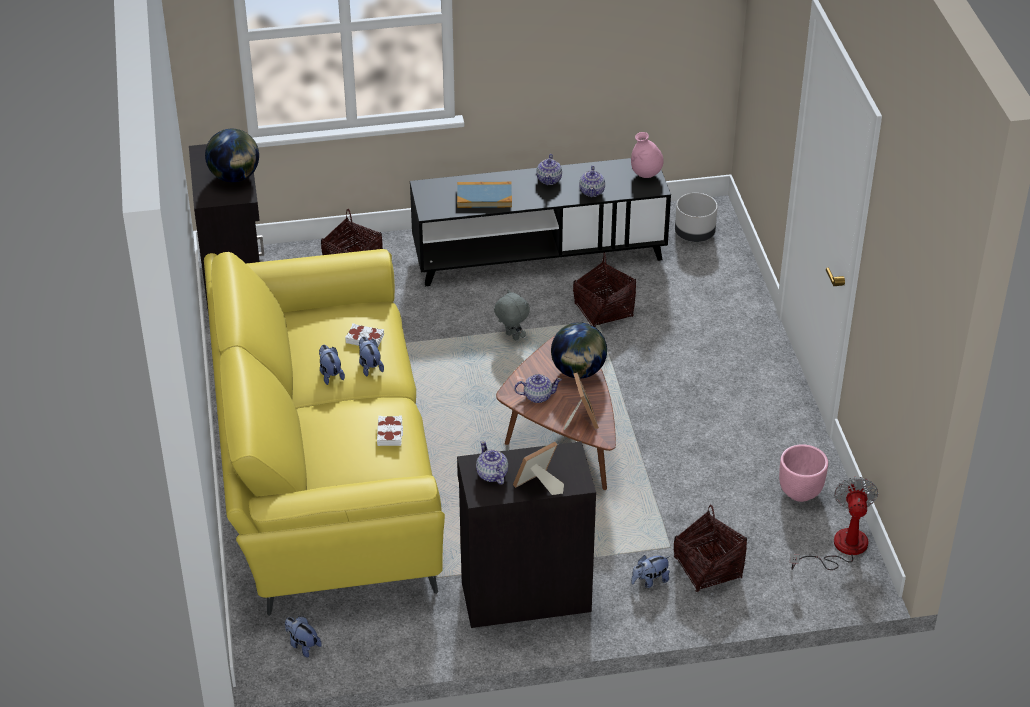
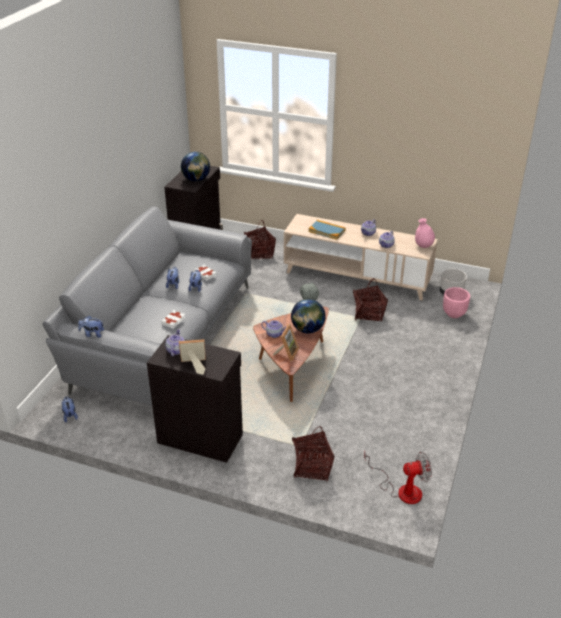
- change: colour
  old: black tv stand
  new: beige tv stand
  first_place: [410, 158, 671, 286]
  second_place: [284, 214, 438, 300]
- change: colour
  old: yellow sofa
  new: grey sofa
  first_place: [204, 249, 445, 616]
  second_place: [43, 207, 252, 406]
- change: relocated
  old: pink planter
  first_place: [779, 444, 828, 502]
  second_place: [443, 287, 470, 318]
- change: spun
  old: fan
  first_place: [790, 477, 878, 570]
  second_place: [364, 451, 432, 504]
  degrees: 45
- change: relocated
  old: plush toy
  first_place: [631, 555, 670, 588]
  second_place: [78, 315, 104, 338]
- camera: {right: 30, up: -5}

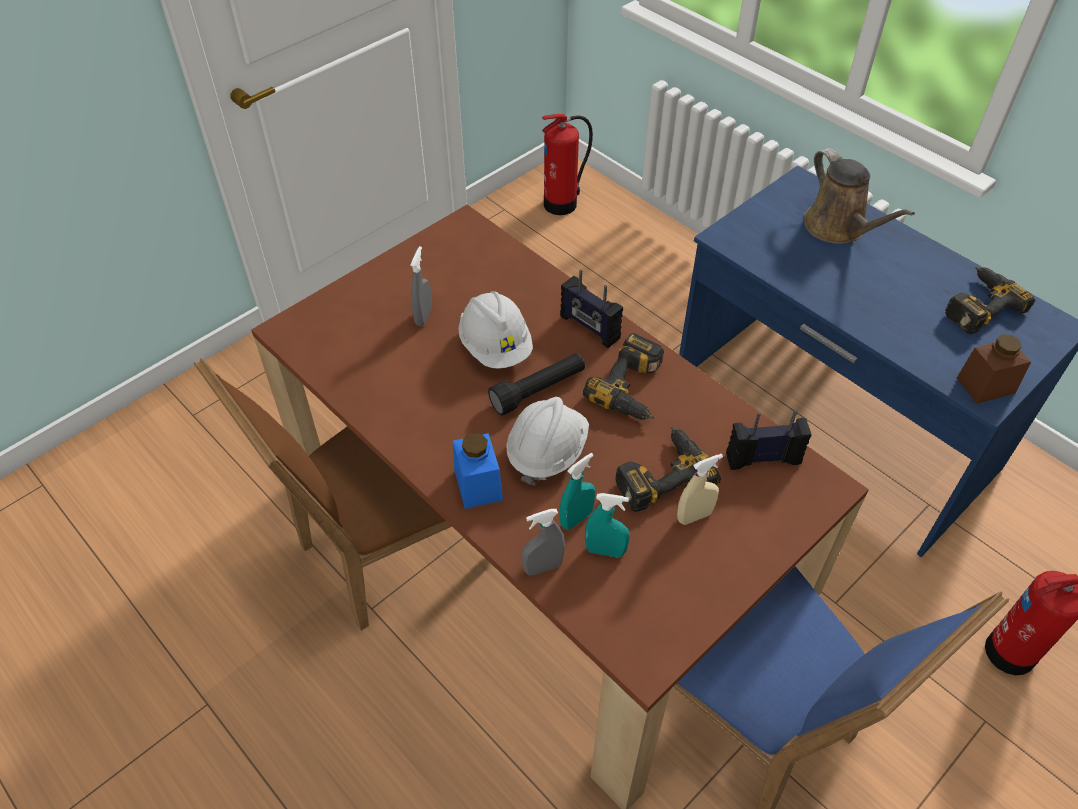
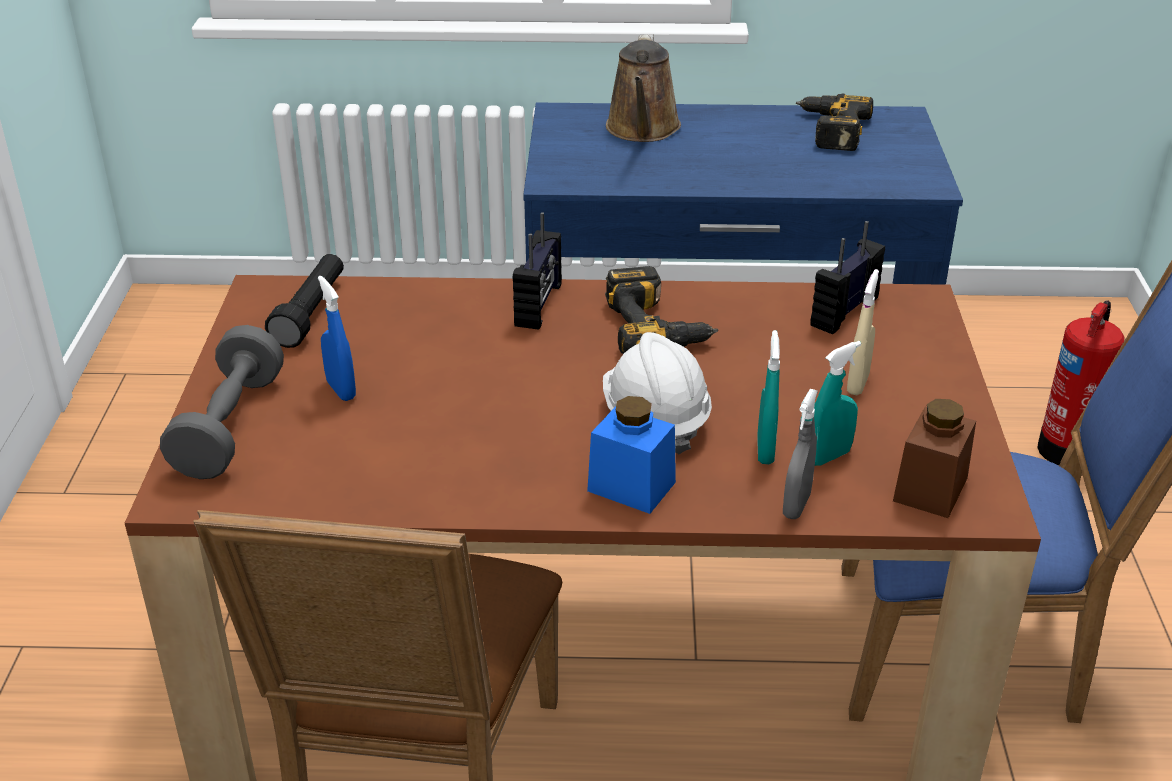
- change: missing
  old: fire extinguisher
  first_place: [542, 114, 593, 215]
- change: spun
  old: brown watering can
  first_place: [804, 148, 915, 244]
  second_place: [606, 34, 681, 142]
  degrees: 75
- change: colour
  old: grey spray bottle
  new: blue spray bottle
  first_place: [410, 246, 432, 326]
  second_place: [318, 276, 356, 401]
- change: spun
  old: radio
  first_place: [560, 269, 623, 348]
  second_place: [513, 212, 562, 330]
  degrees: -75
- change: missing
  old: white hard hat
  first_place: [458, 291, 533, 369]
- change: relocated
  old: brown jar
  first_place: [957, 334, 1031, 404]
  second_place: [893, 399, 976, 518]
- change: relocated
  old: black flashlight
  first_place: [488, 353, 585, 416]
  second_place: [265, 254, 344, 348]
- change: missing
  old: power drill
  first_place: [615, 427, 721, 512]
- change: appeared
  new: grey dumbbell
  second_place: [160, 325, 284, 479]
- camera: {right: -45, up: -15}

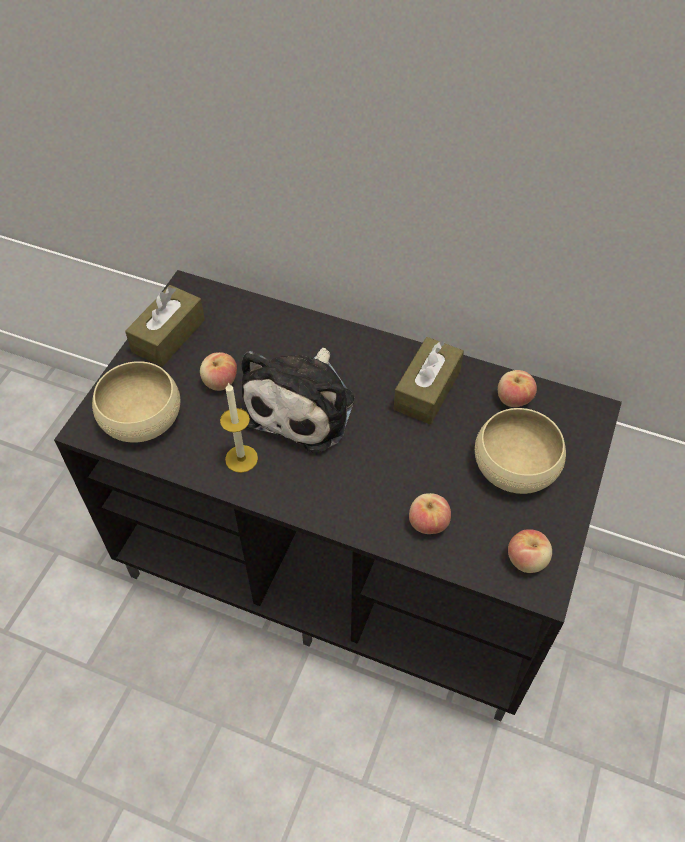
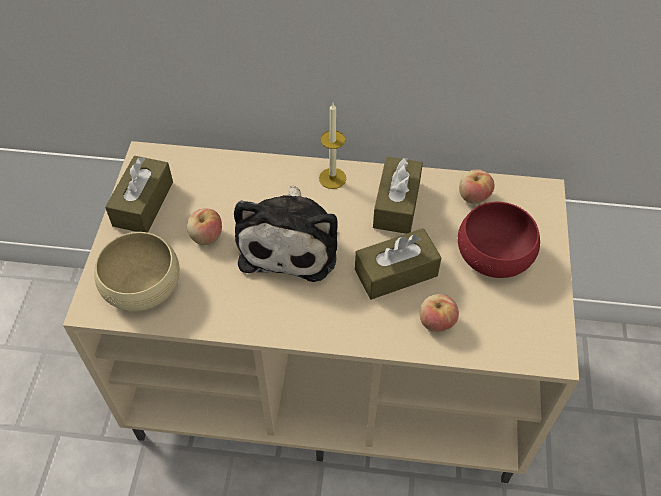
- change: colour
  old: black tv stand
  new: beige tv stand
  first_place: [54, 270, 622, 721]
  second_place: [63, 141, 579, 483]
- change: relocated
  old: candle
  first_place: [220, 382, 258, 473]
  second_place: [319, 103, 346, 189]
- change: colour
  old: beige bowl
  new: red bowl
  first_place: [475, 408, 566, 494]
  second_place: [458, 202, 540, 278]
- change: missing
  old: apple
  first_place: [508, 529, 552, 573]
- change: appeared
  new: brown tissue box
  second_place: [355, 228, 441, 300]
- camera: {right: -15, up: 0}

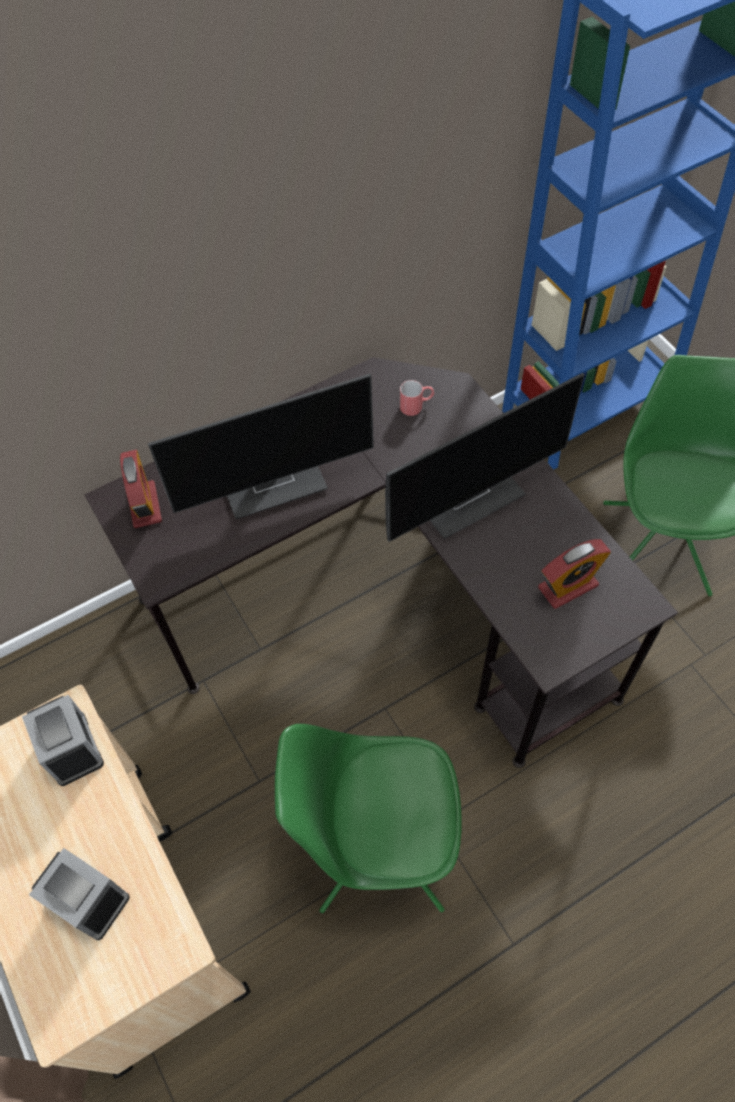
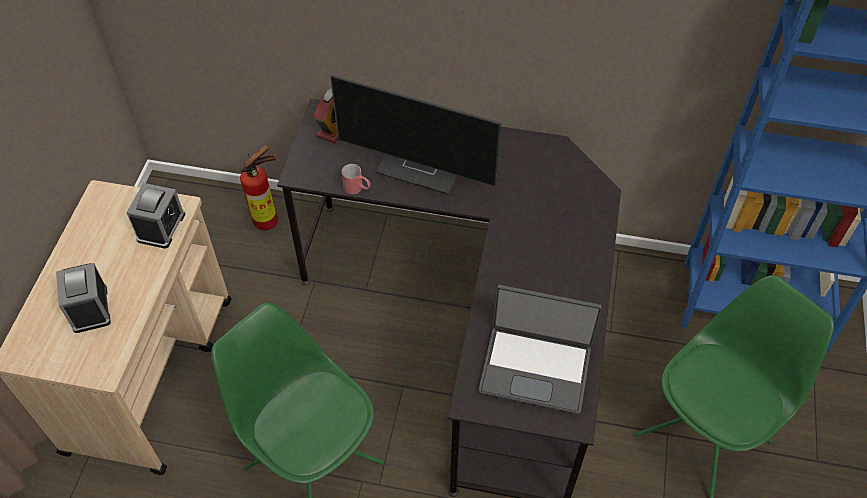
- change: missing
  old: monitor
  first_place: [385, 373, 585, 542]
- change: relocated
  old: red mug
  first_place: [400, 380, 434, 416]
  second_place: [342, 164, 371, 194]
- change: exchanged
  old: alarm clock
  new: laptop
  first_place: [538, 539, 611, 609]
  second_place: [478, 285, 602, 414]
- change: appeared
  new: fire extinguisher
  second_place: [240, 145, 278, 230]
- camera: {right: 40, up: -5}

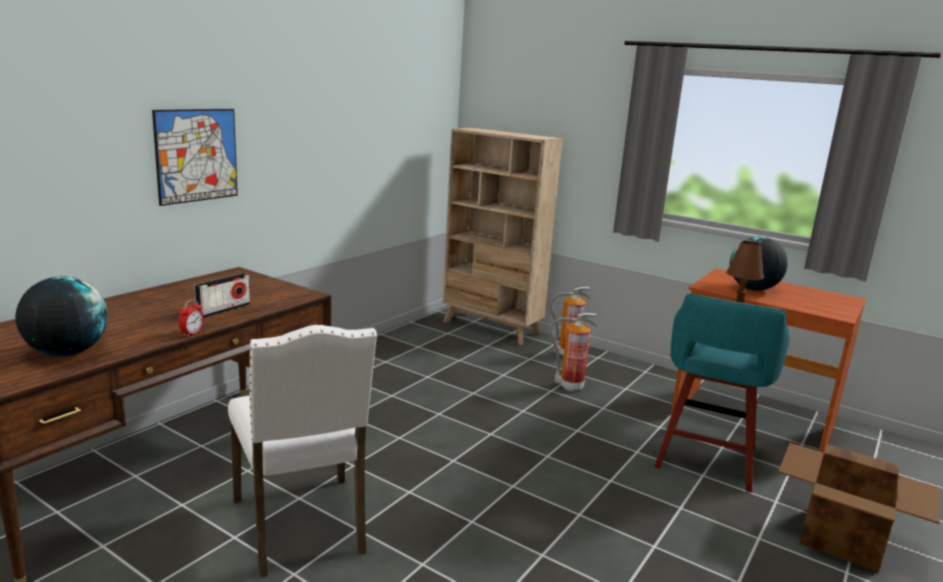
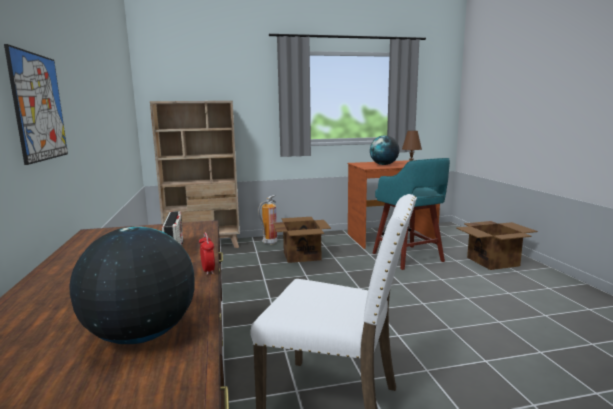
- change: exchanged
  old: fire extinguisher
  new: cardboard box
  first_place: [549, 313, 597, 391]
  second_place: [273, 217, 331, 263]
- camera: {right: -45, up: -5}

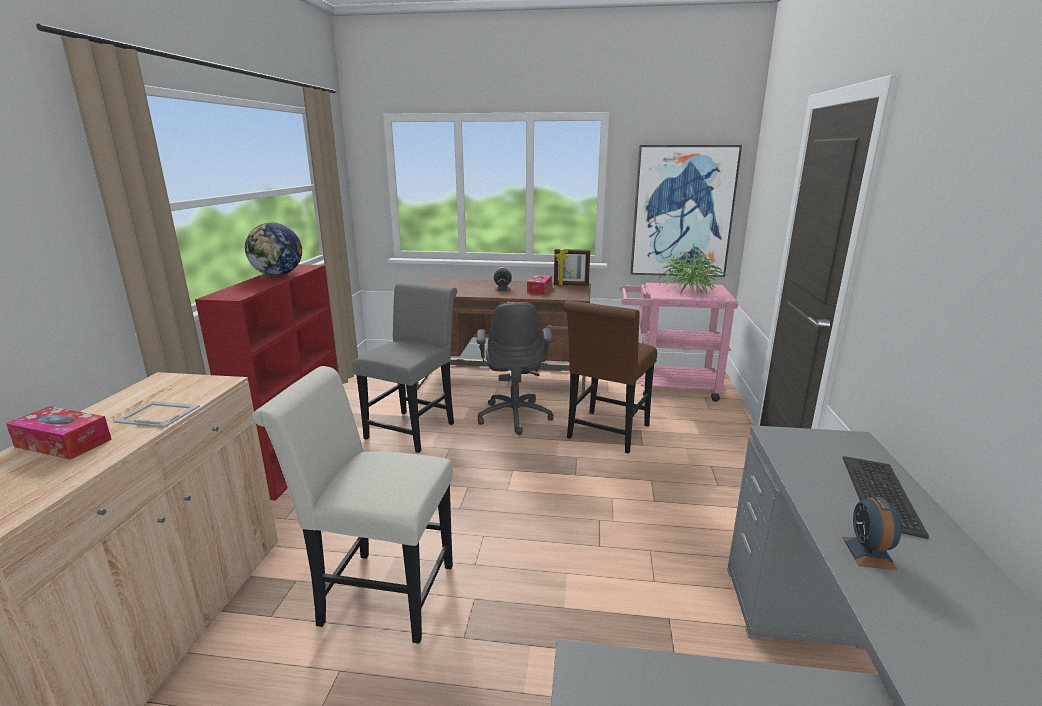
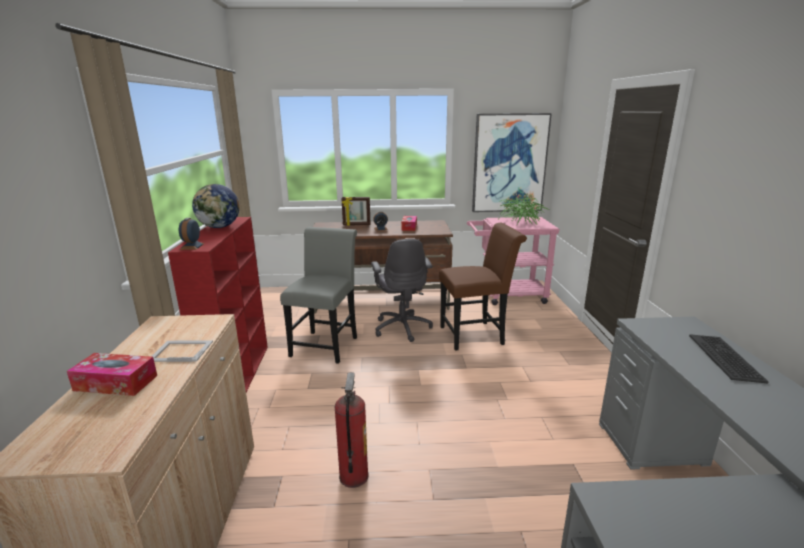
- change: relocated
  old: picture frame
  first_place: [554, 249, 590, 286]
  second_place: [341, 197, 371, 226]
- change: spun
  old: brown chair
  first_place: [563, 301, 657, 454]
  second_place: [439, 223, 527, 351]
  degrees: -120
- change: exchanged
  old: white chair
  new: fire extinguisher
  first_place: [252, 366, 453, 644]
  second_place: [334, 372, 369, 488]
- change: relocated
  old: alarm clock
  first_place: [842, 497, 901, 570]
  second_place: [179, 218, 205, 250]
- camera: {right: -10, up: 0}

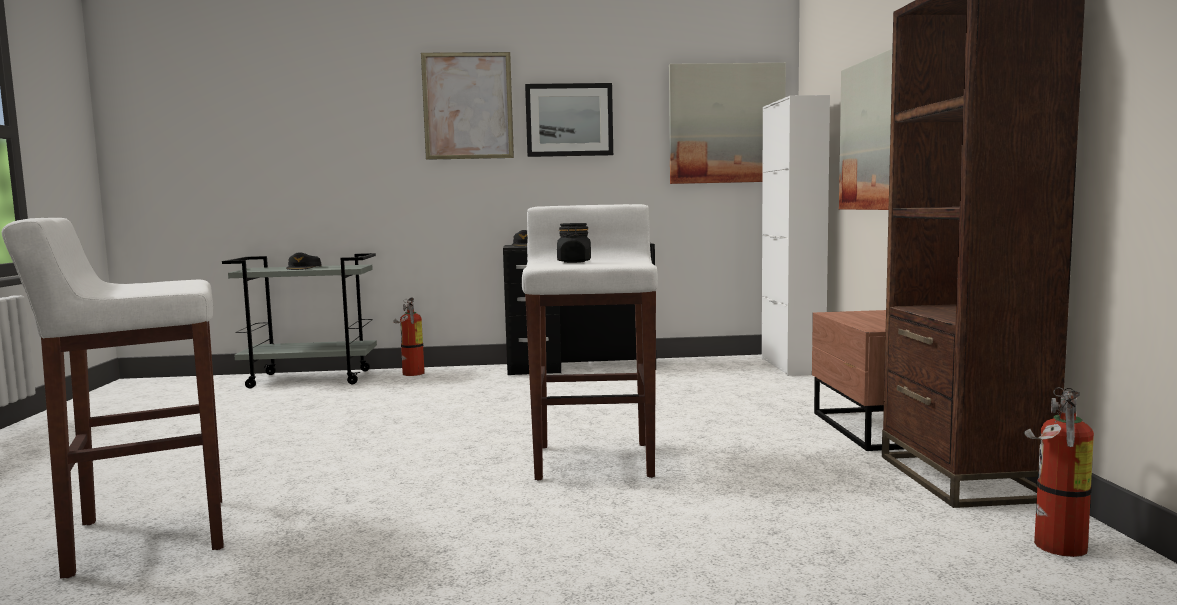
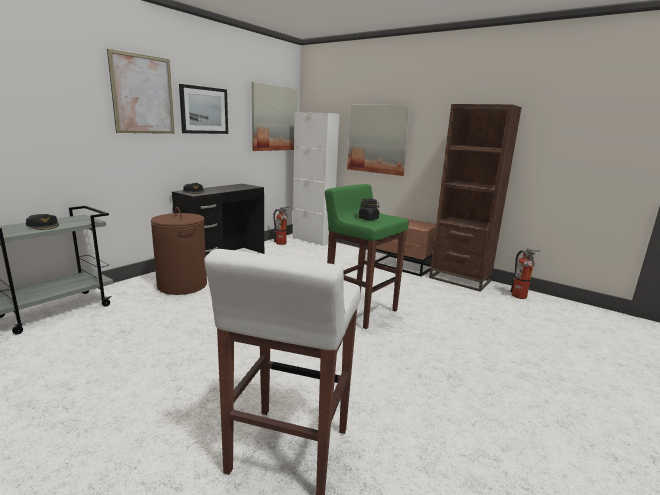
- change: colour
  old: white stool
  new: green stool
  first_place: [522, 204, 658, 480]
  second_place: [325, 184, 409, 329]
- change: relocated
  old: fire extinguisher
  first_place: [393, 297, 425, 376]
  second_place: [273, 207, 289, 245]
- change: appeared
  new: brown laundry basket
  second_place: [151, 207, 207, 295]
- camera: {right: -50, up: 10}

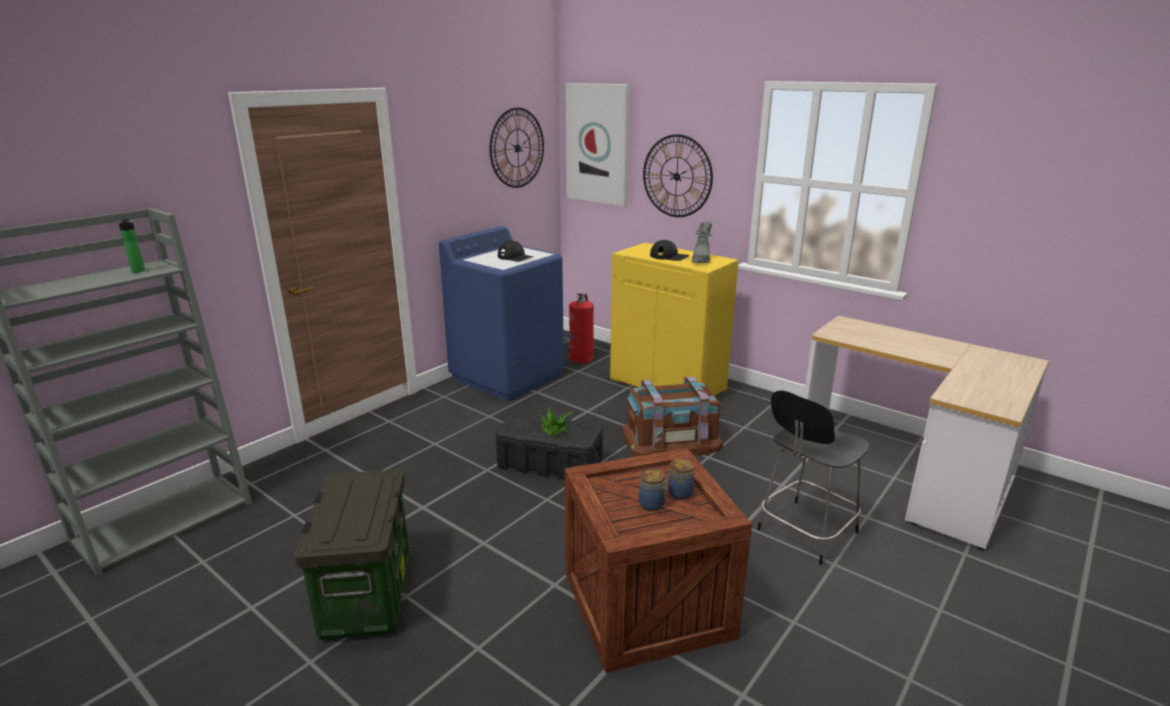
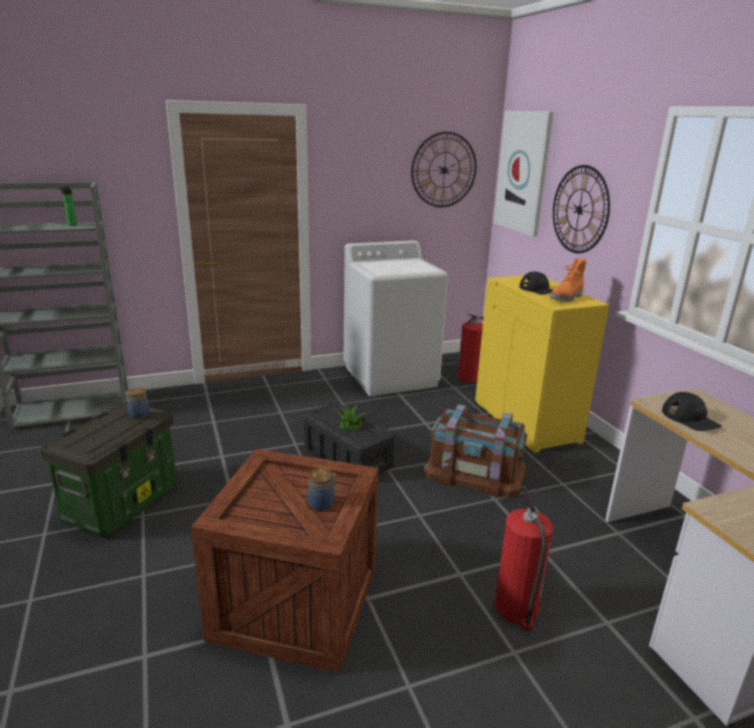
- change: colour
  old: grey boot
  new: orange boot
  first_place: [692, 222, 712, 263]
  second_place: [550, 258, 587, 301]
- change: colour
  old: blue washing machine
  new: white washing machine
  first_place: [439, 226, 564, 401]
  second_place: [343, 240, 448, 396]
- change: relocated
  old: black cap
  first_place: [498, 241, 534, 262]
  second_place: [662, 392, 722, 431]
- change: exchanged
  old: black chair
  new: fire extinguisher
  first_place: [757, 390, 870, 565]
  second_place: [494, 486, 553, 630]
- change: relocated
  old: jar
  first_place: [639, 469, 668, 511]
  second_place: [127, 388, 149, 418]
- camera: {right: 30, up: 0}

